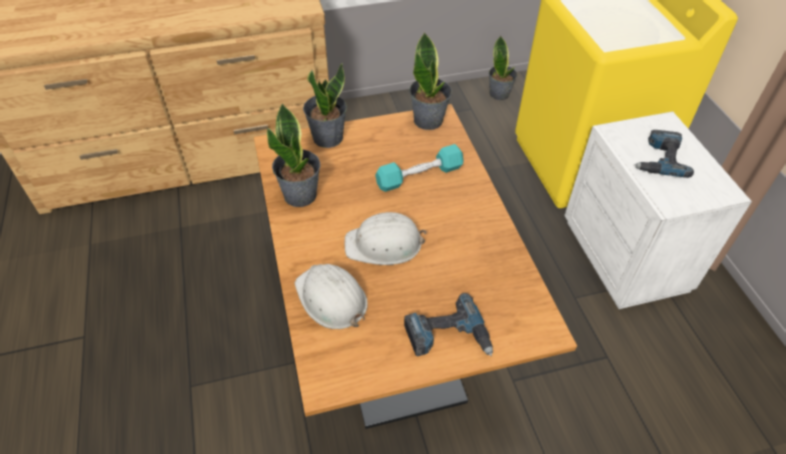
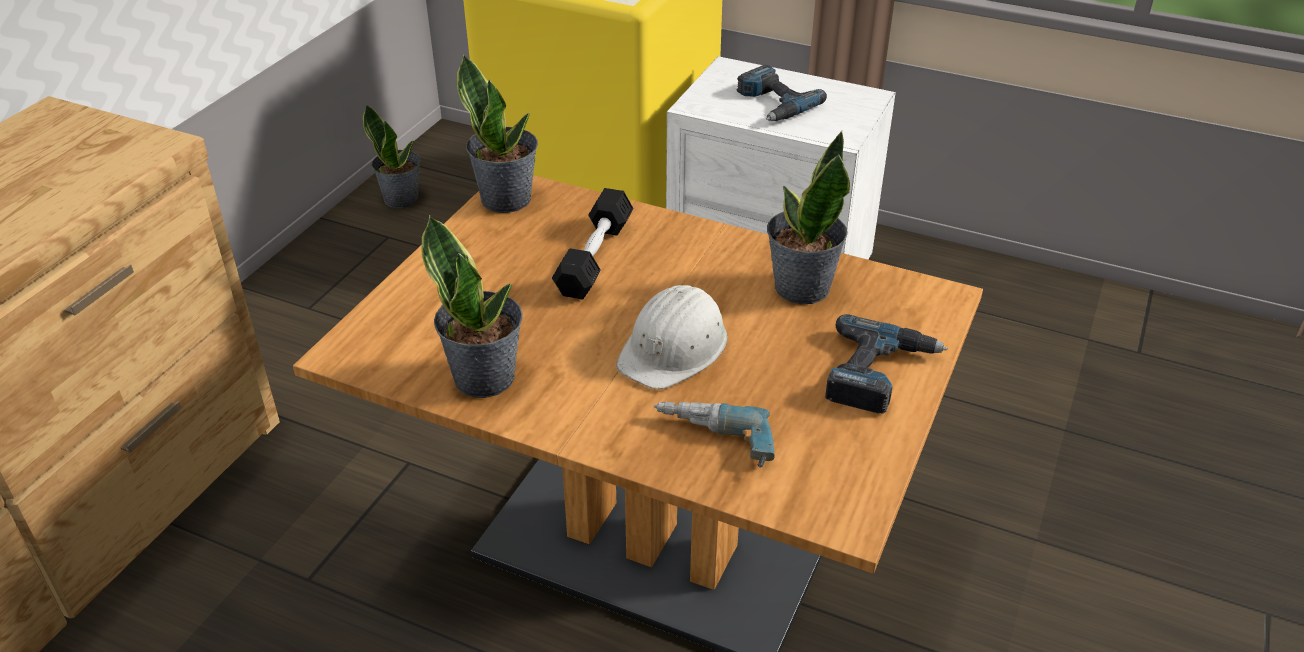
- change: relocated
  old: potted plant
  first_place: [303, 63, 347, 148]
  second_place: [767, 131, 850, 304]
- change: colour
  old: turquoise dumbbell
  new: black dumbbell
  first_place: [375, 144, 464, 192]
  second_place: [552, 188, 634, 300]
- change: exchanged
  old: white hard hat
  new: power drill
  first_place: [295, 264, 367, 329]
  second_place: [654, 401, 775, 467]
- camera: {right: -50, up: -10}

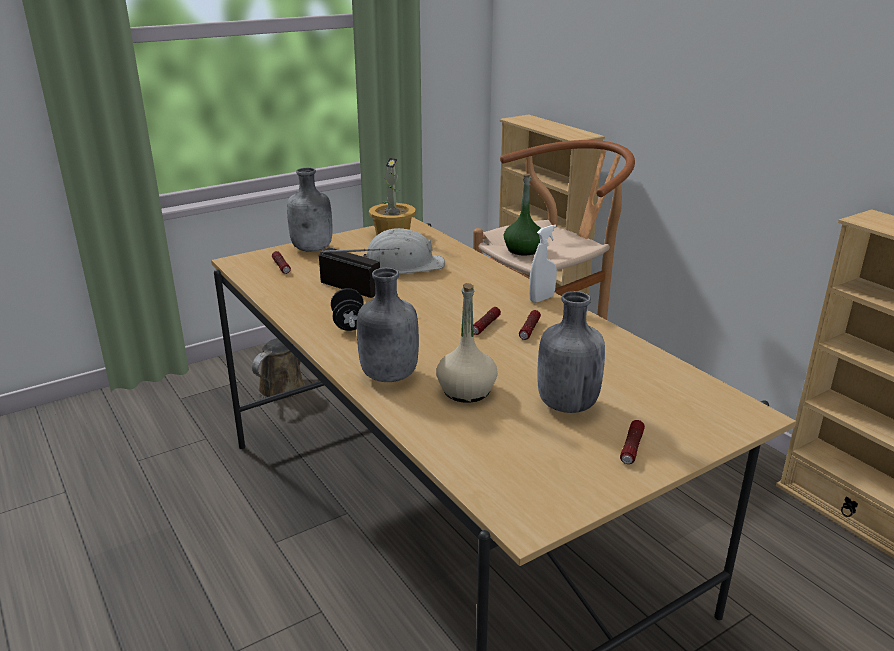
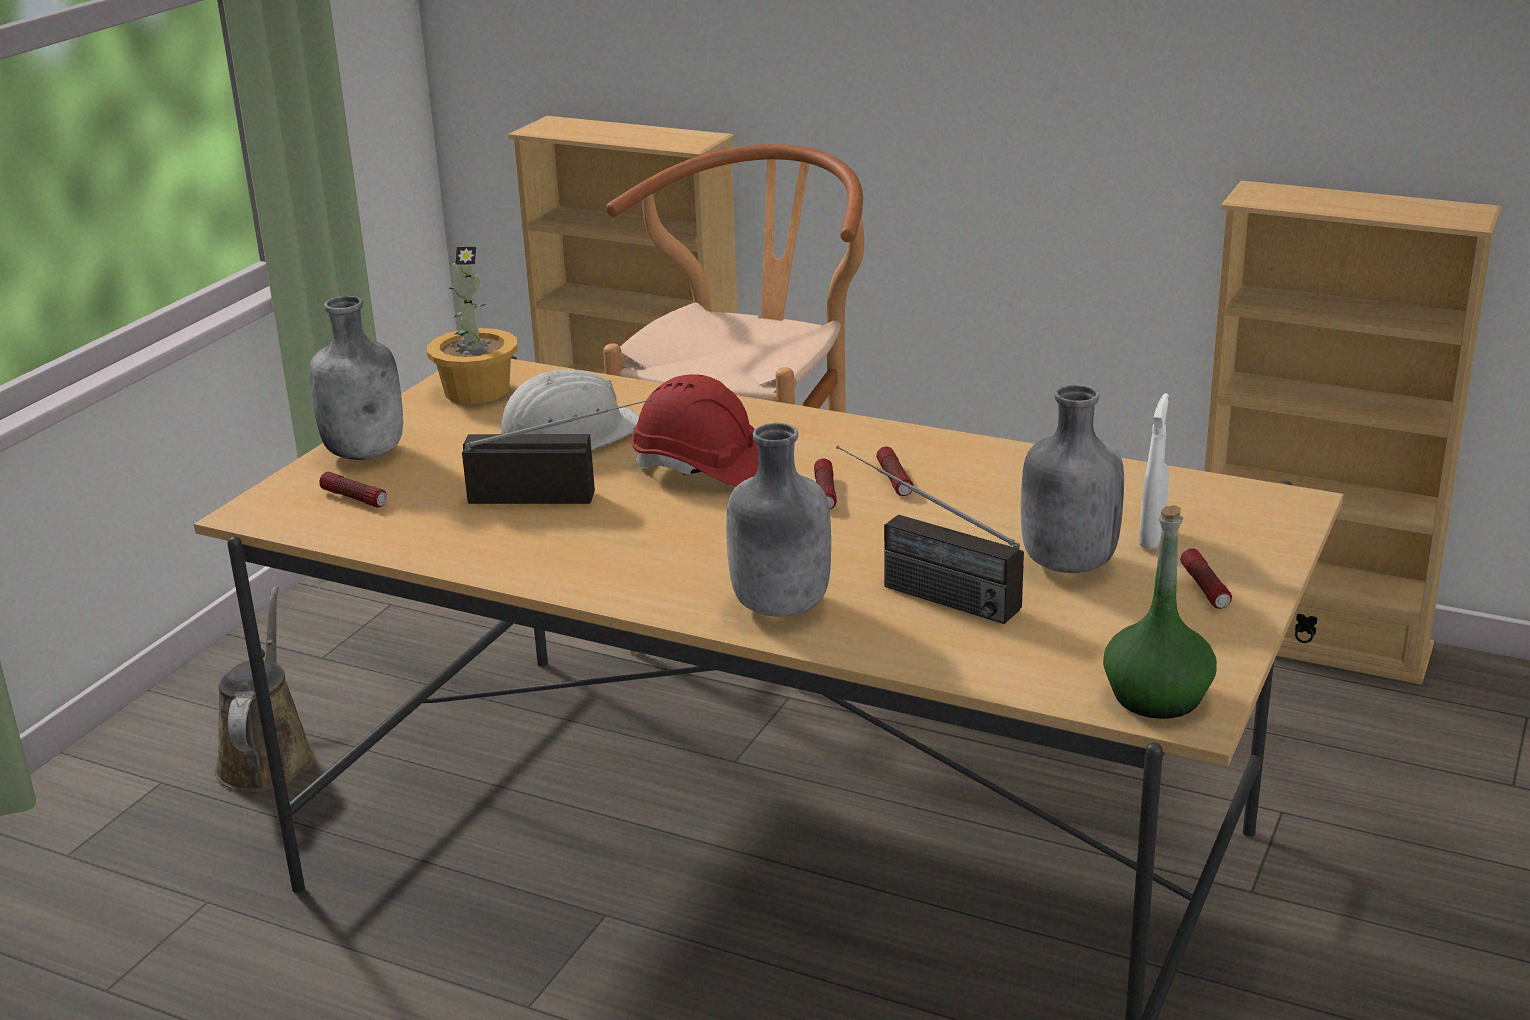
- change: relocated
  old: green bottle
  first_place: [504, 174, 541, 255]
  second_place: [1103, 505, 1217, 719]
- change: relocated
  old: white spray bottle
  first_place: [529, 225, 557, 303]
  second_place: [1139, 393, 1169, 549]
- change: exchanged
  old: beige bottle
  new: radio
  first_place: [437, 283, 498, 403]
  second_place: [836, 445, 1024, 624]
- change: missing
  old: black dumbbell
  first_place: [331, 288, 364, 331]
- change: appeared
  new: red hard hat
  second_place: [631, 374, 758, 487]
- camera: {right: -30, up: 0}

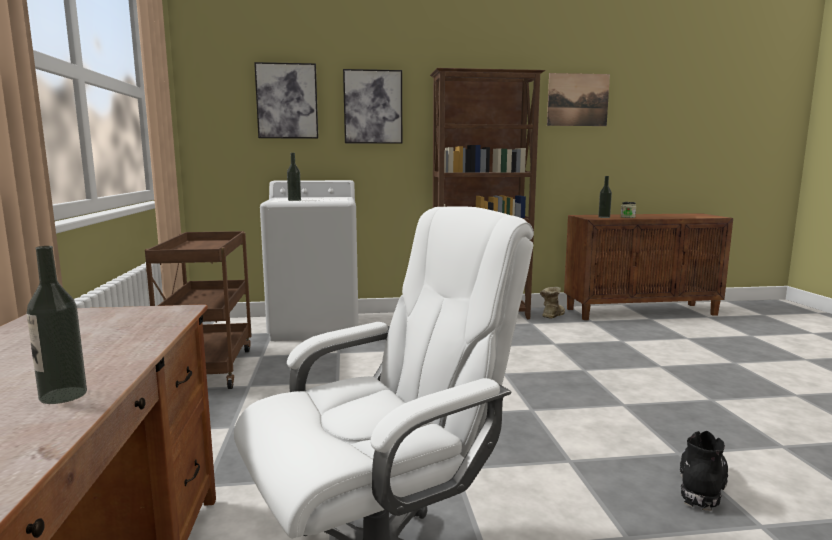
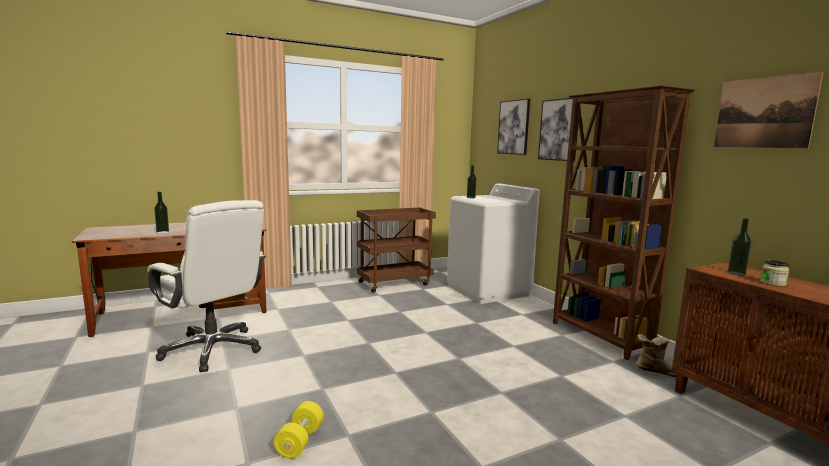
- change: exchanged
  old: black boot
  new: yellow dumbbell
  first_place: [680, 431, 728, 511]
  second_place: [274, 401, 324, 459]
- camera: {right: 70, up: 0}

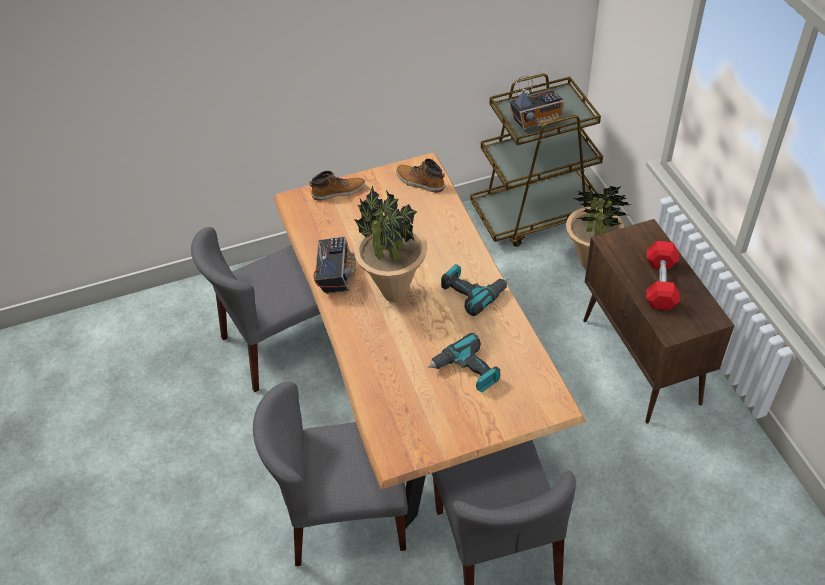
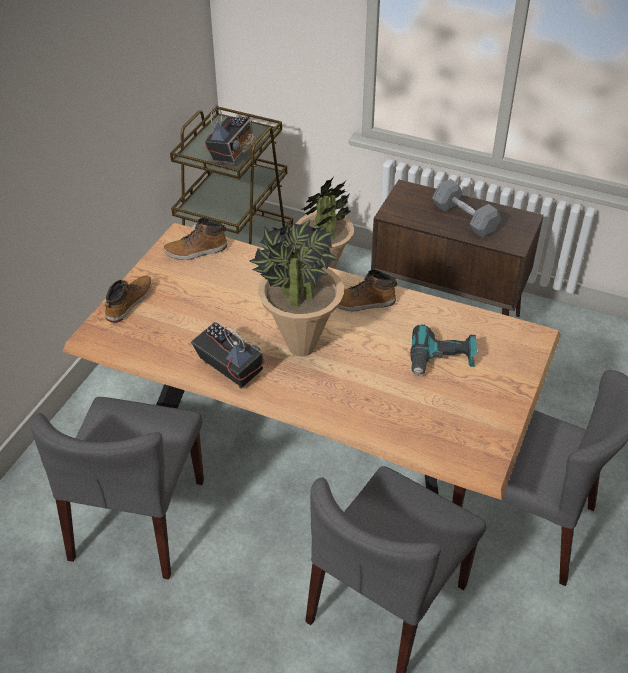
- change: colour
  old: red dumbbell
  new: grey dumbbell
  first_place: [646, 241, 680, 310]
  second_place: [432, 179, 501, 238]
- change: exchanged
  old: power drill
  new: boot
  first_place: [441, 264, 508, 316]
  second_place: [337, 269, 397, 311]
- camera: {right: -50, up: -5}

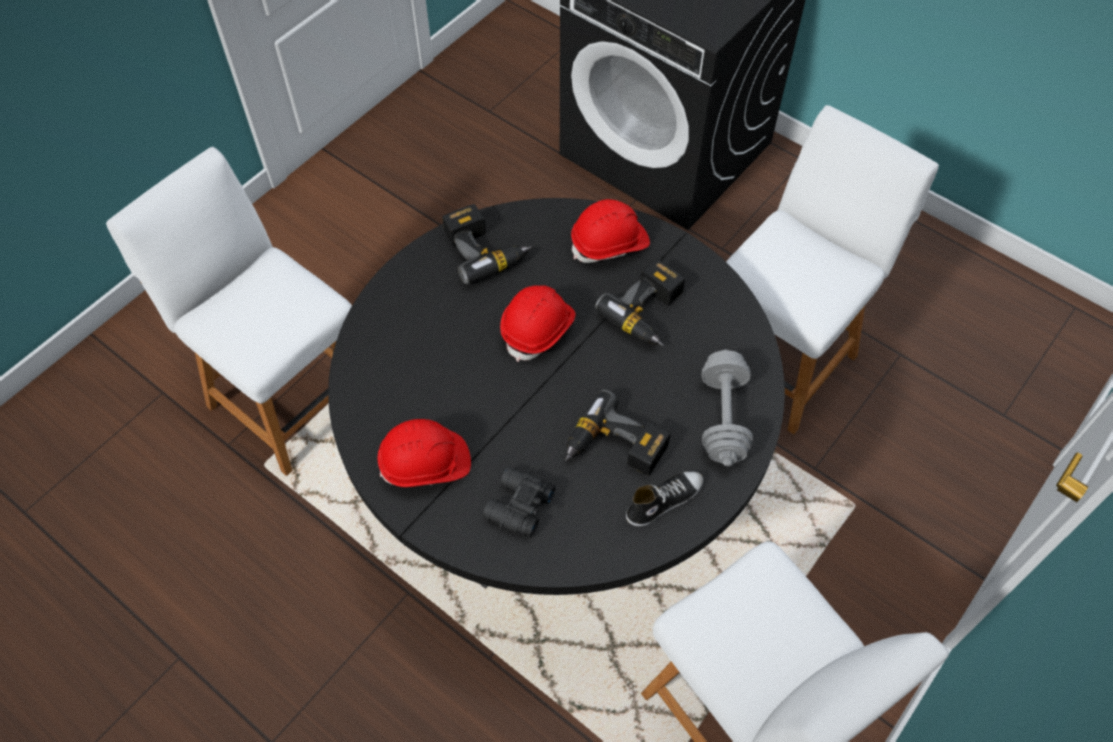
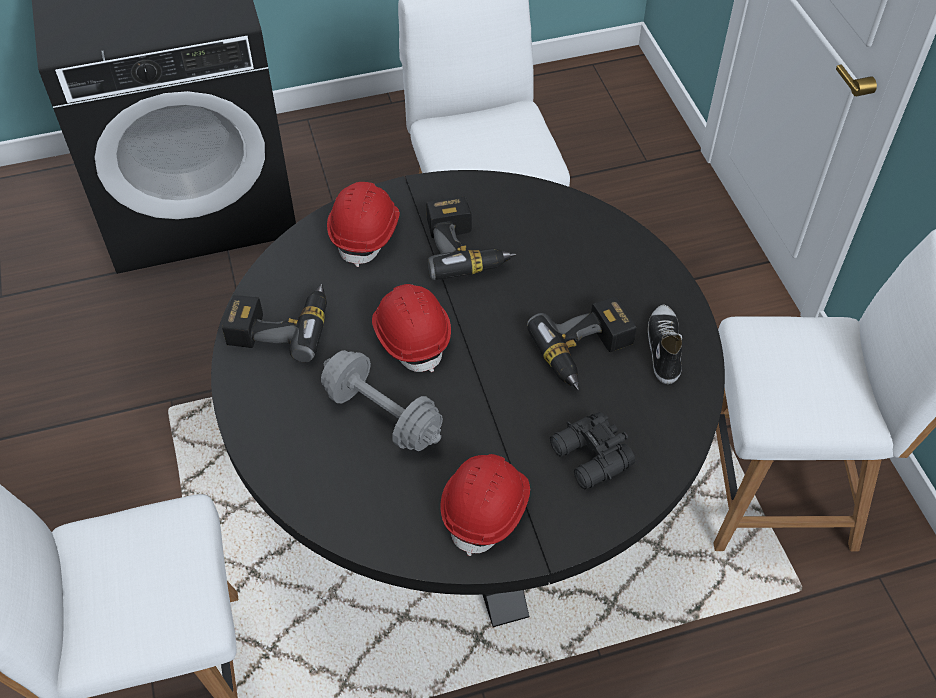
- change: relocated
  old: grey dumbbell
  first_place: [702, 349, 753, 466]
  second_place: [321, 350, 443, 451]
- camera: {right: -55, up: -5}

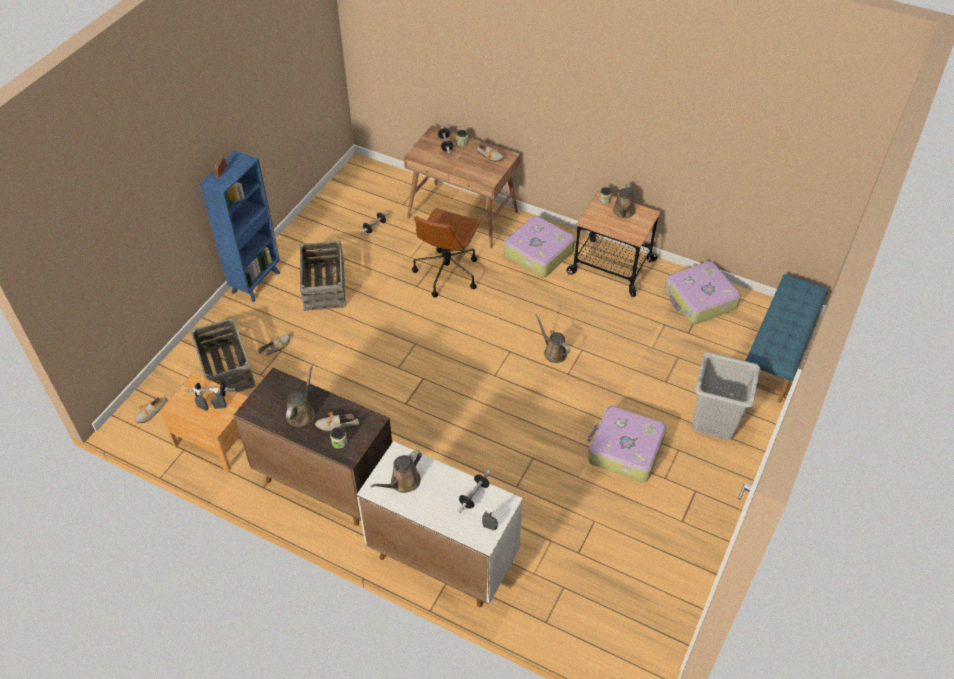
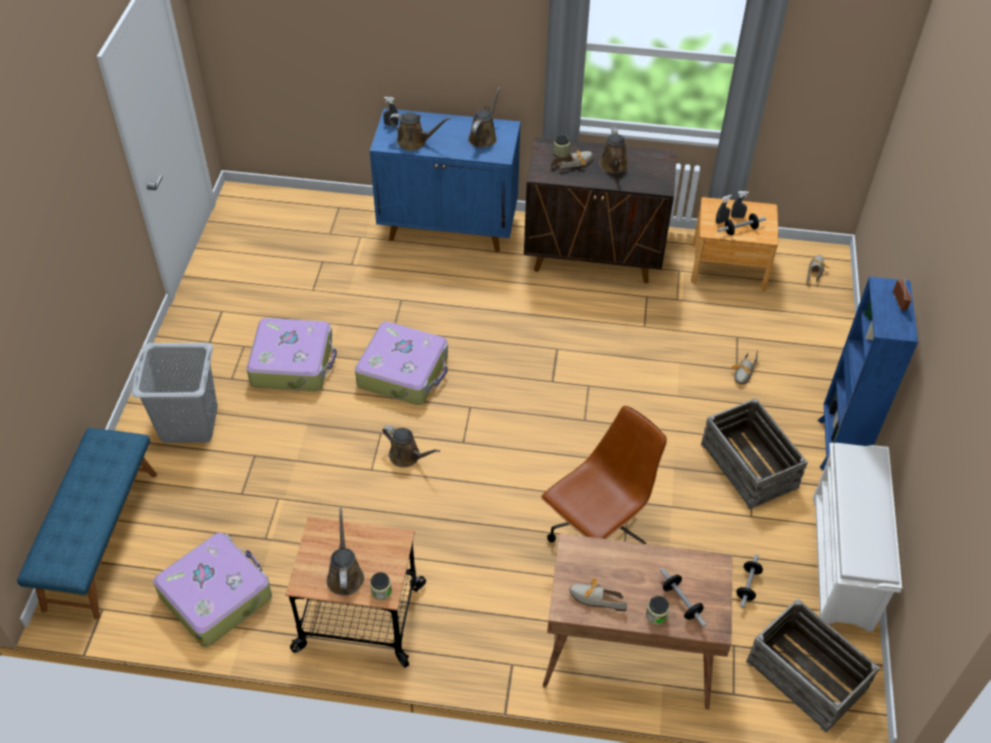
- change: spun
  old: brown office chair
  first_place: [412, 208, 482, 297]
  second_place: [541, 406, 667, 544]
  degrees: 45
- change: relocated
  old: suitcase
  first_place: [504, 216, 575, 278]
  second_place: [355, 322, 448, 405]
- change: relocated
  old: crate
  first_place: [190, 318, 256, 392]
  second_place: [746, 599, 880, 733]
- change: colour
  old: white cabinet
  new: blue cabinet
  first_place: [357, 441, 523, 607]
  second_place: [370, 108, 521, 252]
- change: exchanged
  old: dumbbell
  new: brown watering can
  first_place: [457, 470, 490, 513]
  second_place: [389, 112, 450, 151]
- change: appeared
  new: white shoe rack
  second_place: [813, 443, 902, 632]
- camera: {right: 160, up: 0}

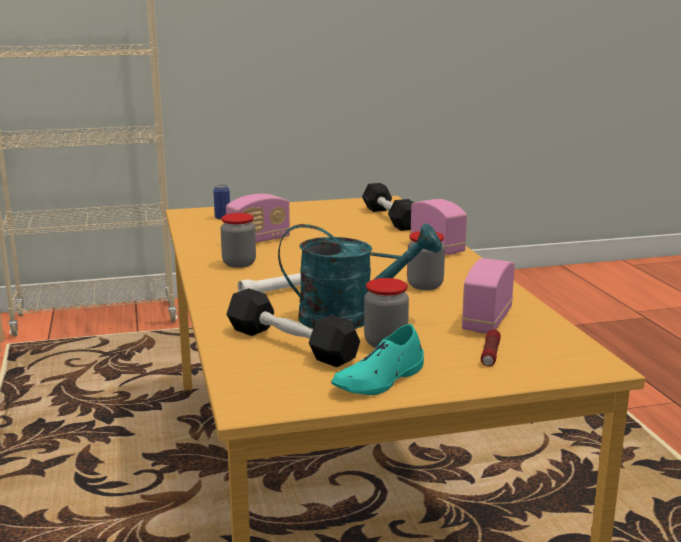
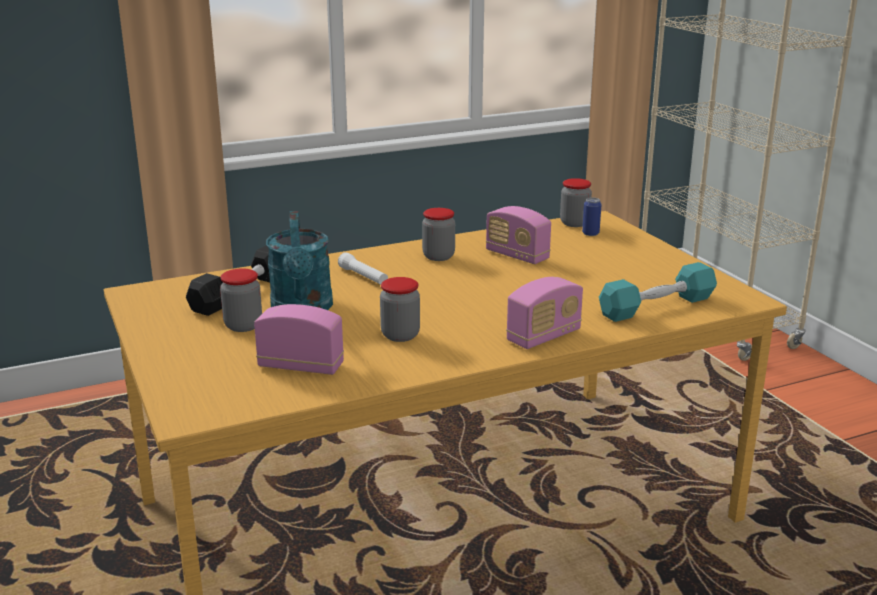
- change: colour
  old: black dumbbell
  new: turquoise dumbbell
  first_place: [362, 183, 414, 231]
  second_place: [599, 262, 717, 322]
- change: missing
  old: turquoise shoe
  first_place: [331, 324, 424, 395]
- change: missing
  old: flashlight
  first_place: [481, 329, 501, 366]
- change: appeared
  new: jar
  second_place: [560, 178, 592, 227]
- camera: {right: 80, up: 5}

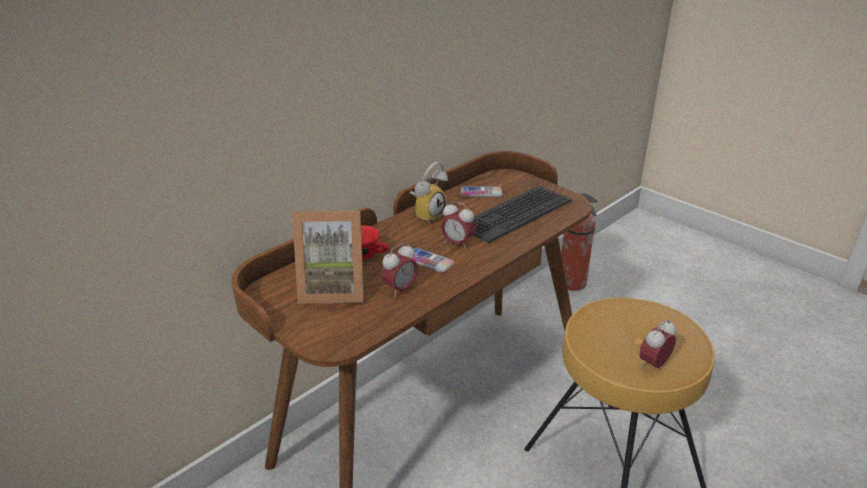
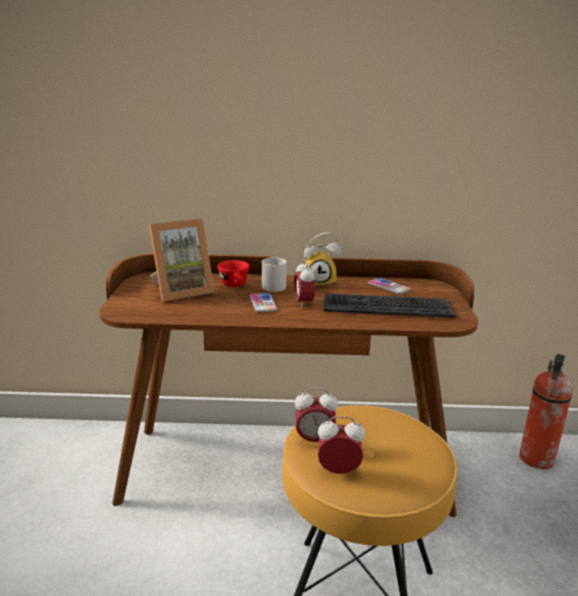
- change: spun
  old: picture frame
  first_place: [292, 211, 364, 304]
  second_place: [149, 218, 214, 301]
  degrees: -75
- change: relocated
  old: alarm clock
  first_place: [381, 243, 418, 297]
  second_place: [295, 388, 338, 444]
- change: appeared
  new: white mug
  second_place: [262, 258, 287, 292]
- camera: {right: 45, up: -10}

